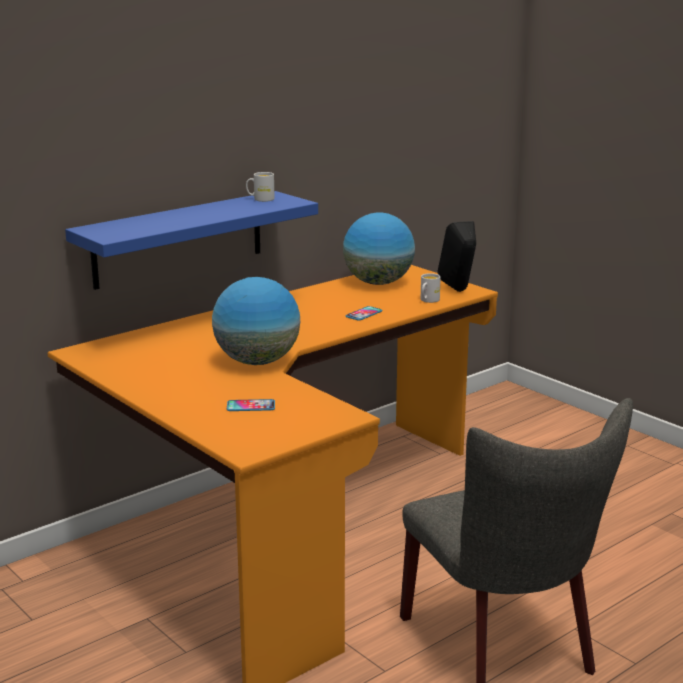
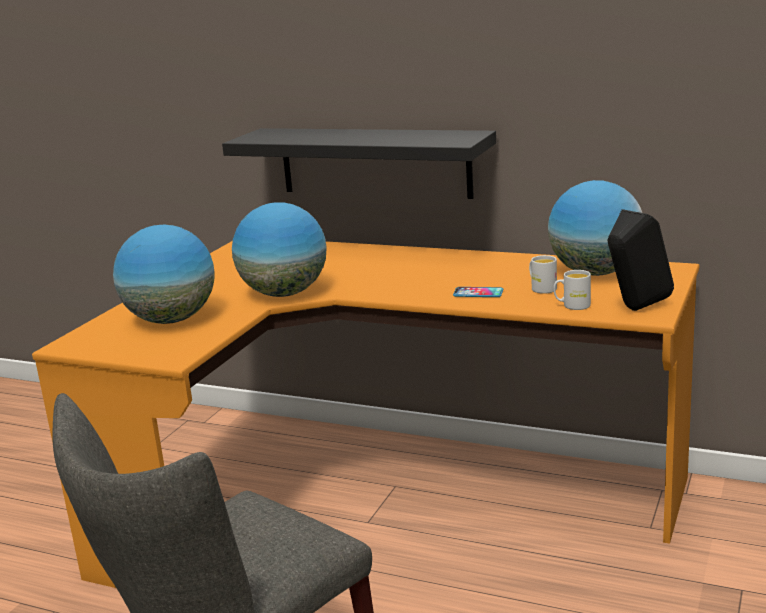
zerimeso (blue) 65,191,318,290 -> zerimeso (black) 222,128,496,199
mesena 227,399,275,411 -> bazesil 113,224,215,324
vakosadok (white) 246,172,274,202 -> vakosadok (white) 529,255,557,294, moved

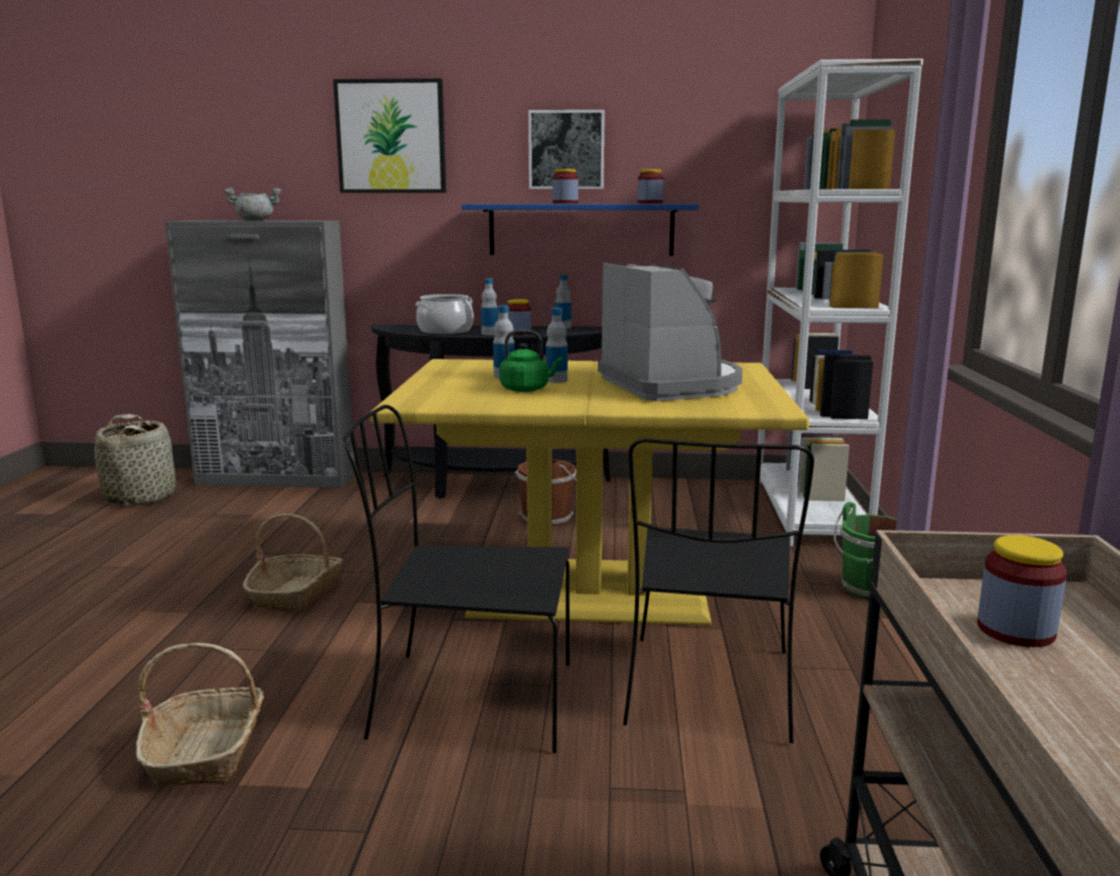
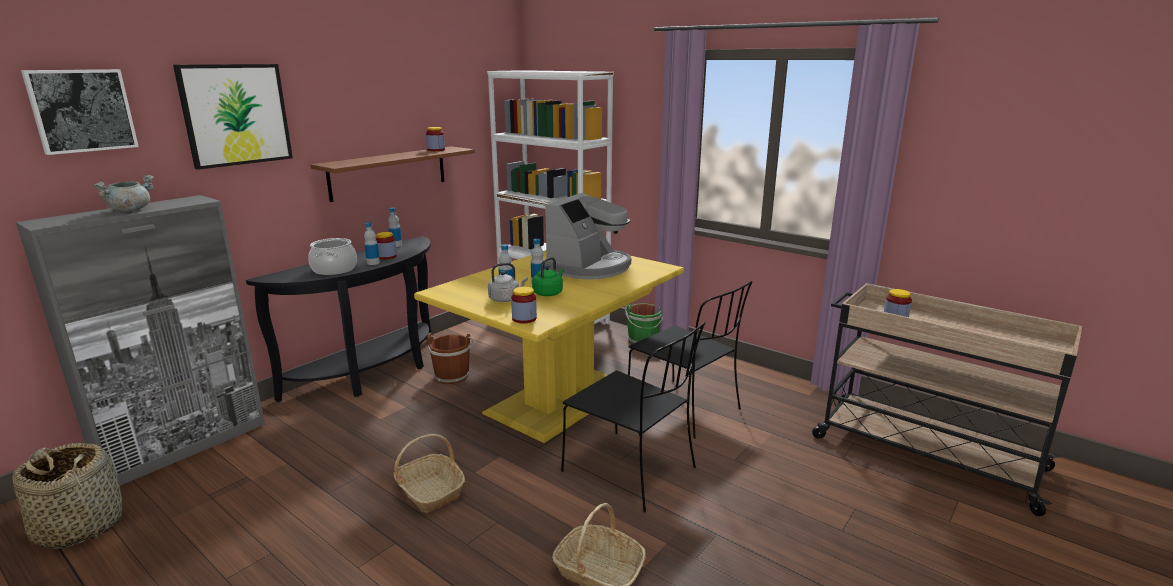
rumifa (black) 342,405,570,753 -> rumifa (black) 561,322,706,513, 90 degrees counterclockwise
zerimeso (blue) 462,204,699,256 -> zerimeso (brown) 310,146,475,202
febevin 528,110,605,189 -> febevin 21,69,139,155, moved
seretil 553,169,578,204 -> seretil 511,287,537,324, moved
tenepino 598,263,742,401 -> tenepino 545,193,631,280, 105 degrees clockwise
none -> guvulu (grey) 488,263,528,302

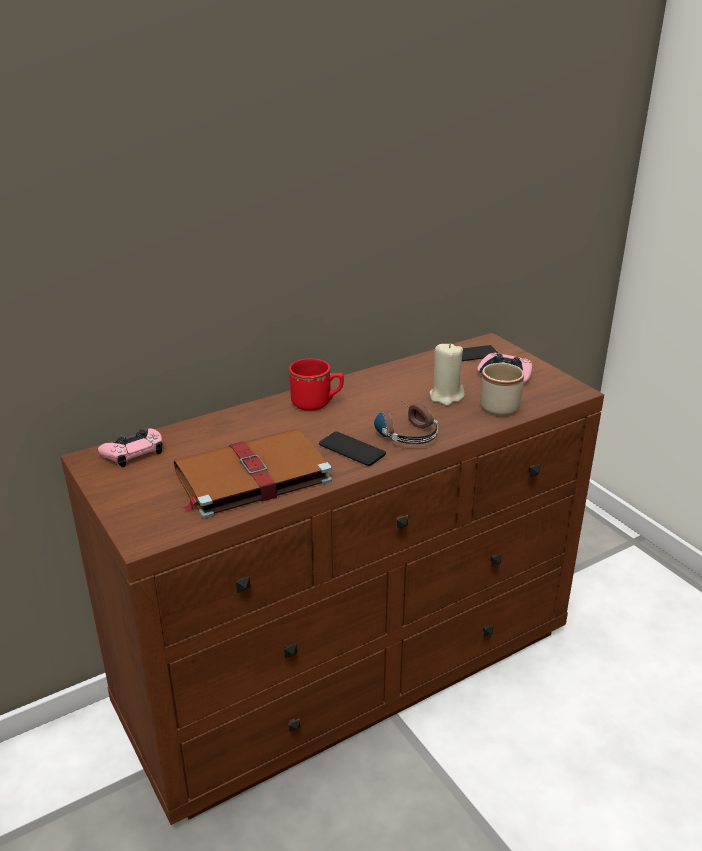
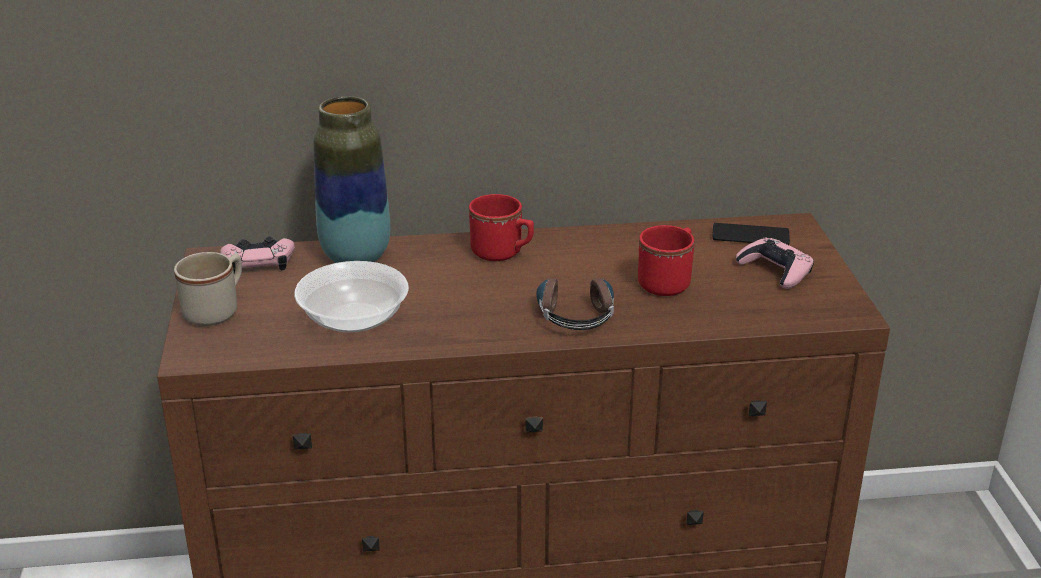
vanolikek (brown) 174,429,332,519 -> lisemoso 294,261,409,332
mesena 319,431,386,466 -> none
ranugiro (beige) 429,343,465,406 -> vakosadok (red) 638,225,694,296
vakosadok (beige) 480,362,524,416 -> vakosadok (beige) 174,252,242,326, moved
none -> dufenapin 313,96,390,263

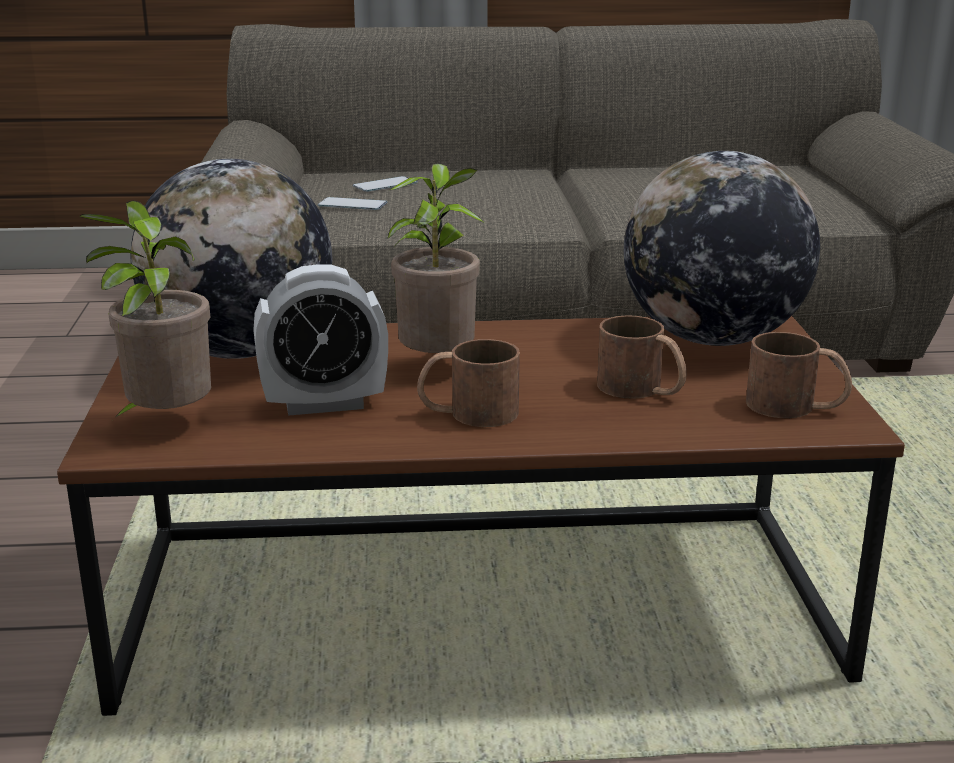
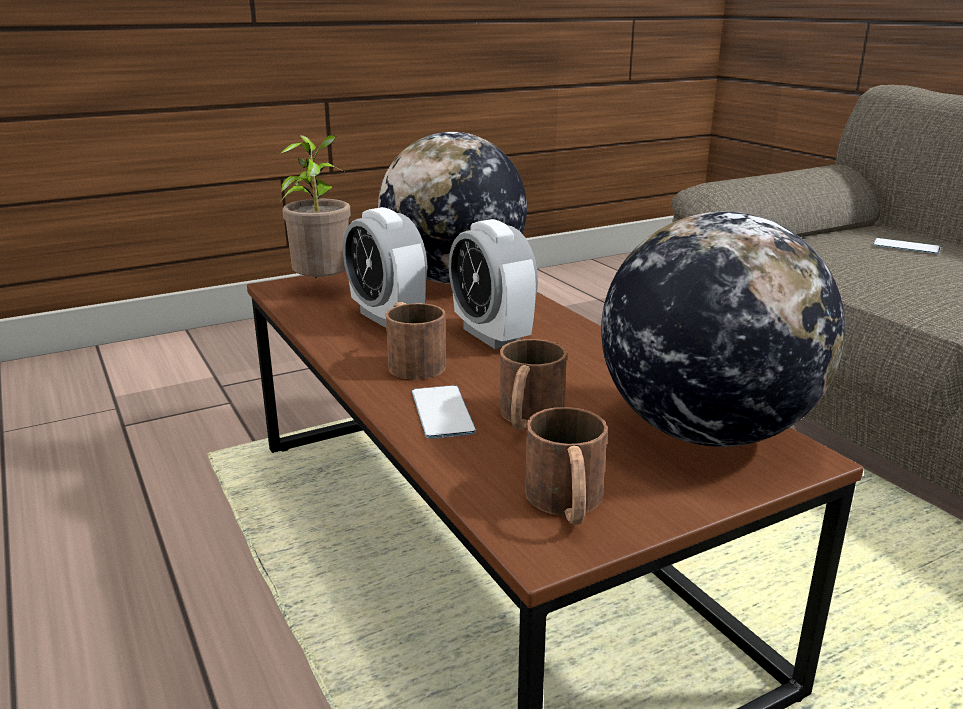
mesena 318,197,387,210 -> mesena 412,385,476,439, moved
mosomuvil 388,163,483,353 -> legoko 449,219,538,349

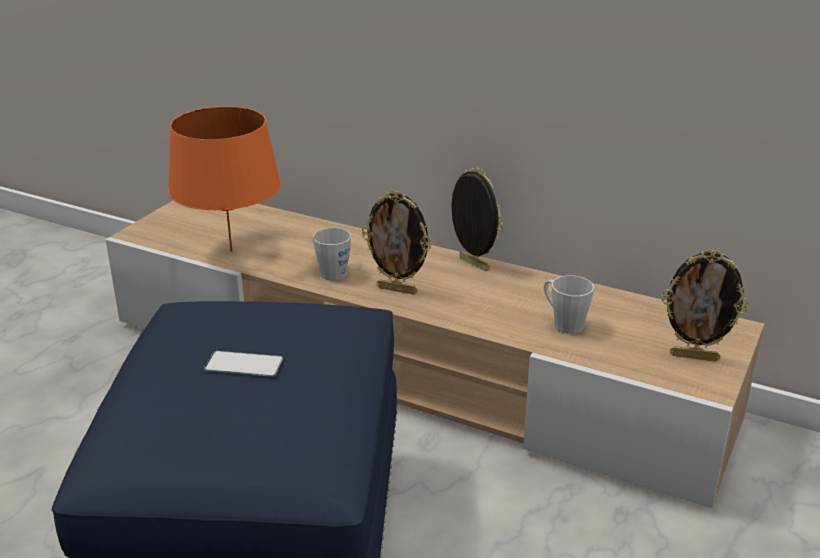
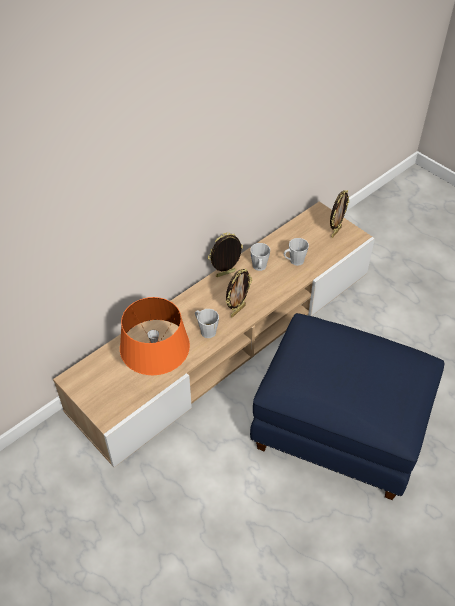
mesena 204,351,283,377 -> none
none -> vakosadok (grey) 250,243,270,271

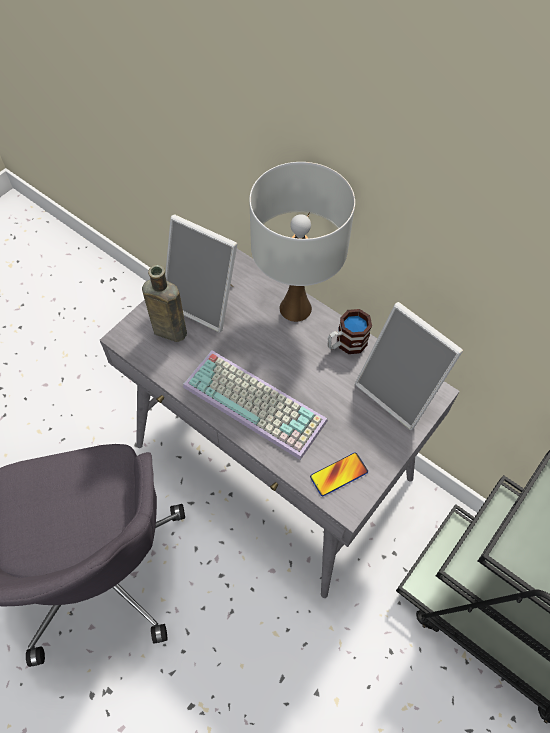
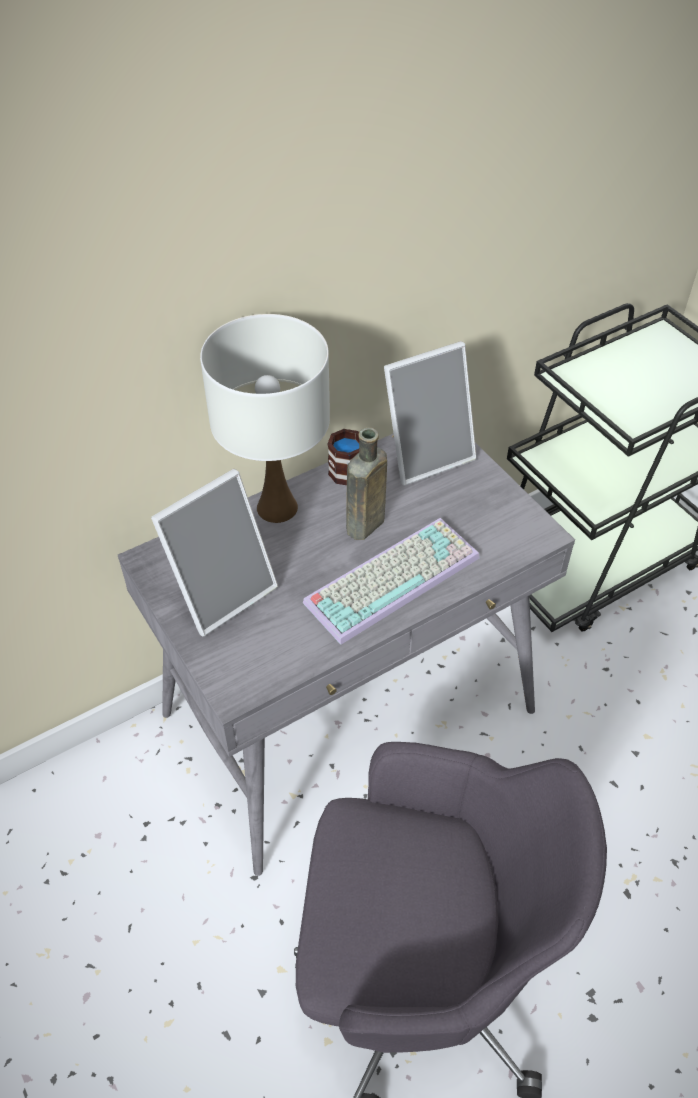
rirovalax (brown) 142,265,187,342 -> rirovalax (brown) 346,427,387,540, moved
mesena 310,452,368,496 -> none

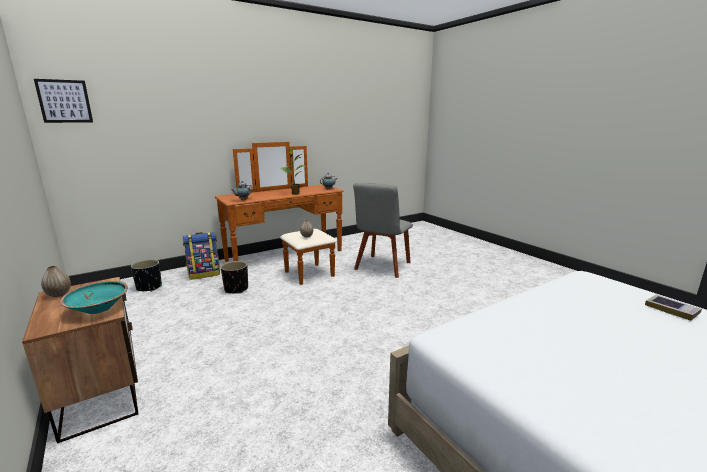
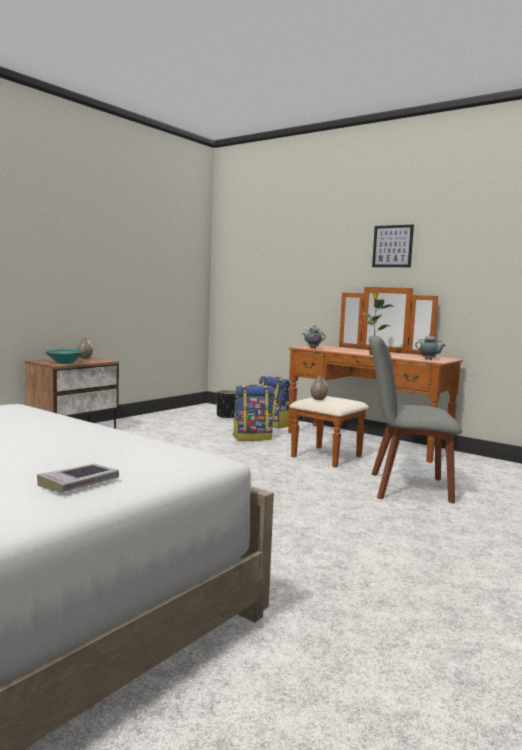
febevin 34,79,93,123 -> febevin 372,225,414,267, moved
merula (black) 221,261,248,294 -> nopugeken 233,385,274,441

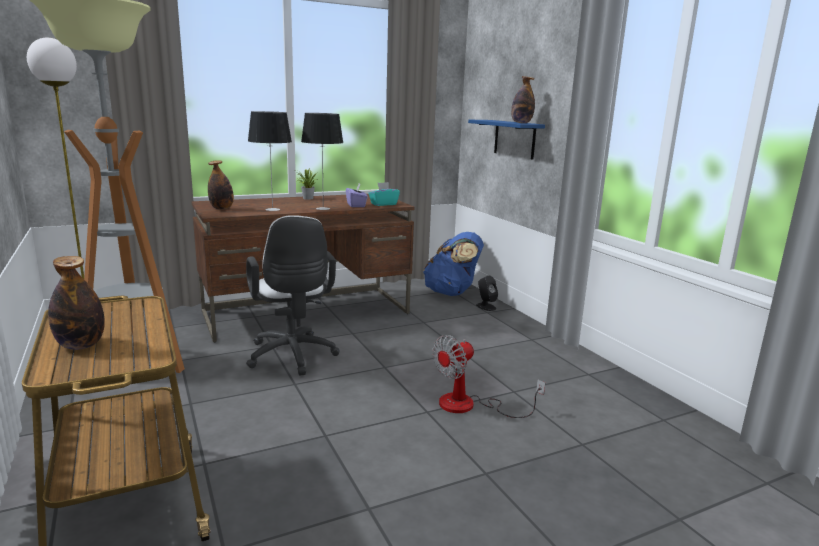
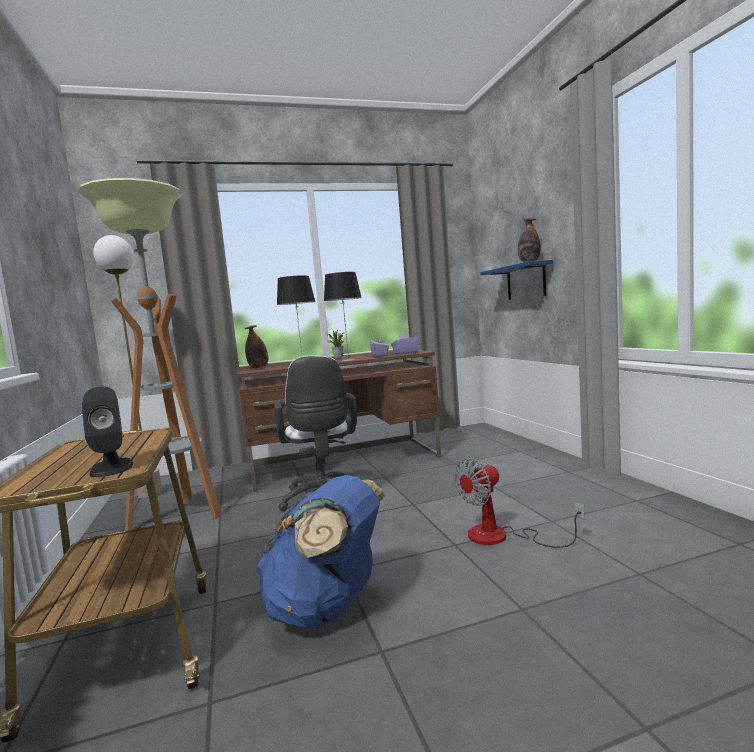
rirovalax 48,256,105,350 -> none
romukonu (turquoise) 368,182,400,206 -> romukonu (purple) 391,333,420,354
nopugeken (blue) 423,232,484,296 -> nopugeken (blue) 256,475,385,627, moved
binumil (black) 476,276,498,311 -> binumil (black) 81,387,133,477, moved

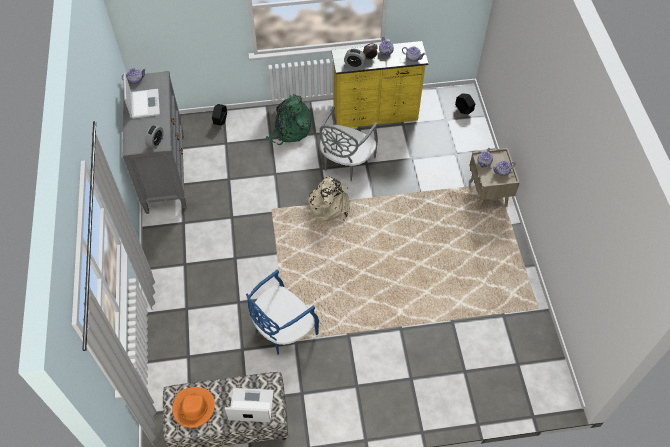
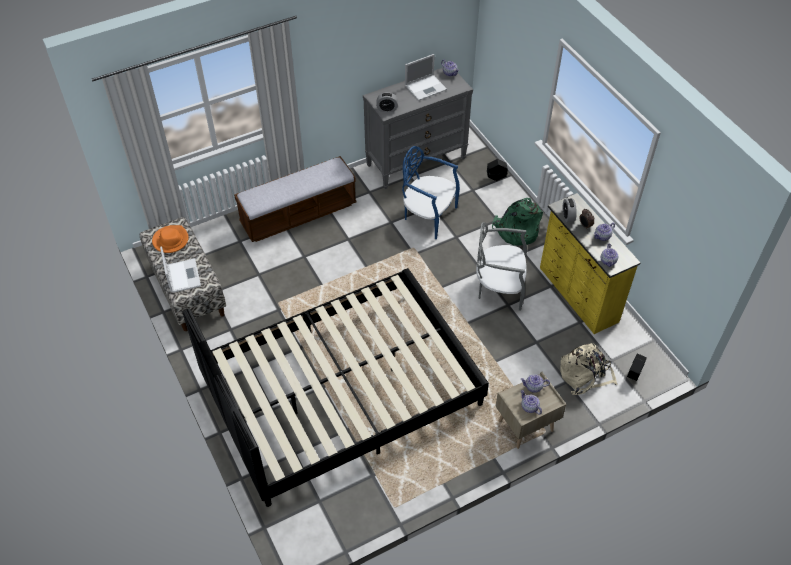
rumifa (blue) 246,269,319,355 -> rumifa (blue) 402,146,460,239, moved
nopugeken (beige) 306,177,350,221 -> nopugeken (beige) 560,343,618,395, moved
none -> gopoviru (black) 182,268,489,507
none -> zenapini 234,156,357,242

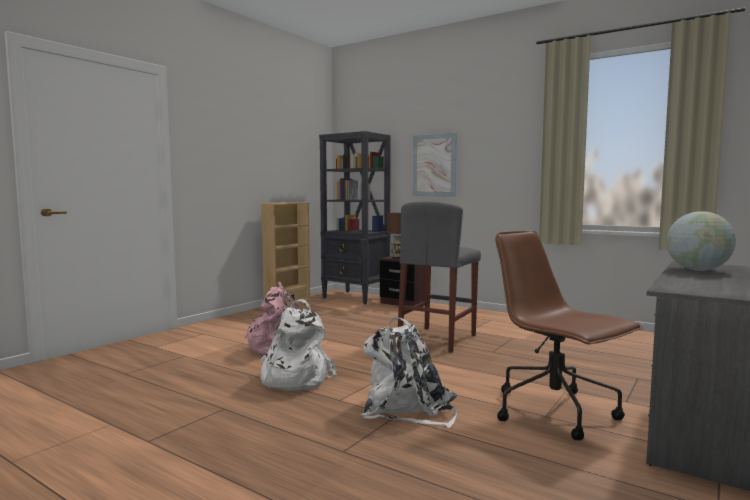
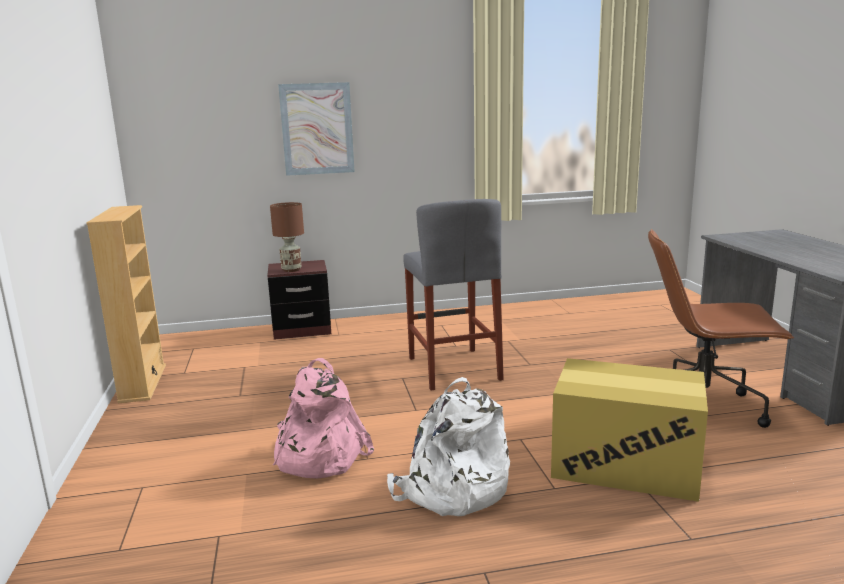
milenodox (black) 319,131,391,304 -> none
nopugeken (white) 360,317,457,428 -> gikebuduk 551,358,708,502
bazesil 666,211,736,271 -> none

